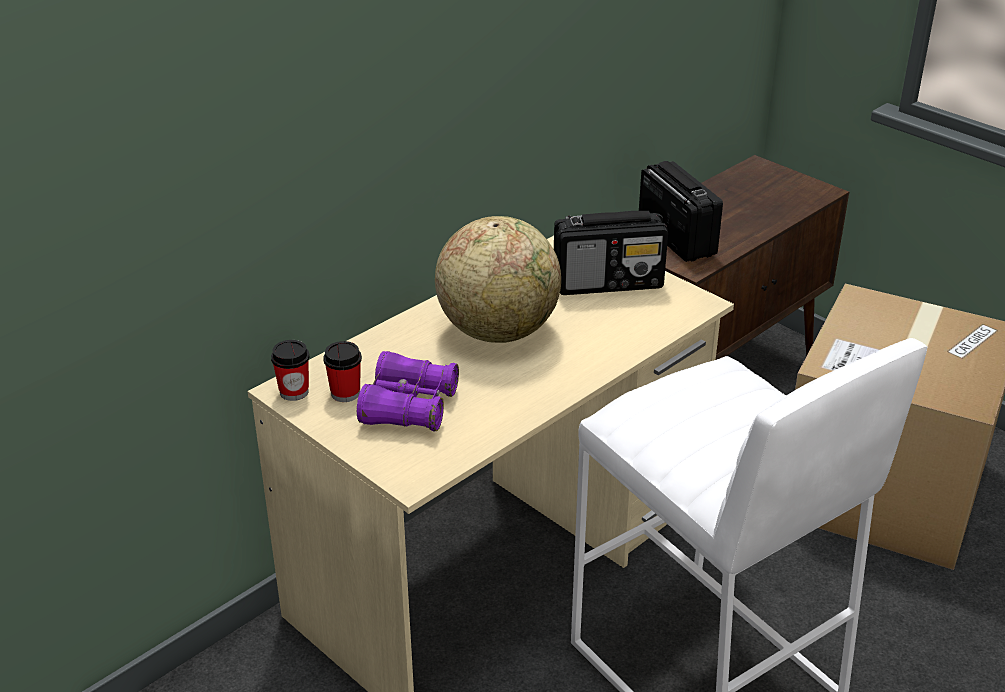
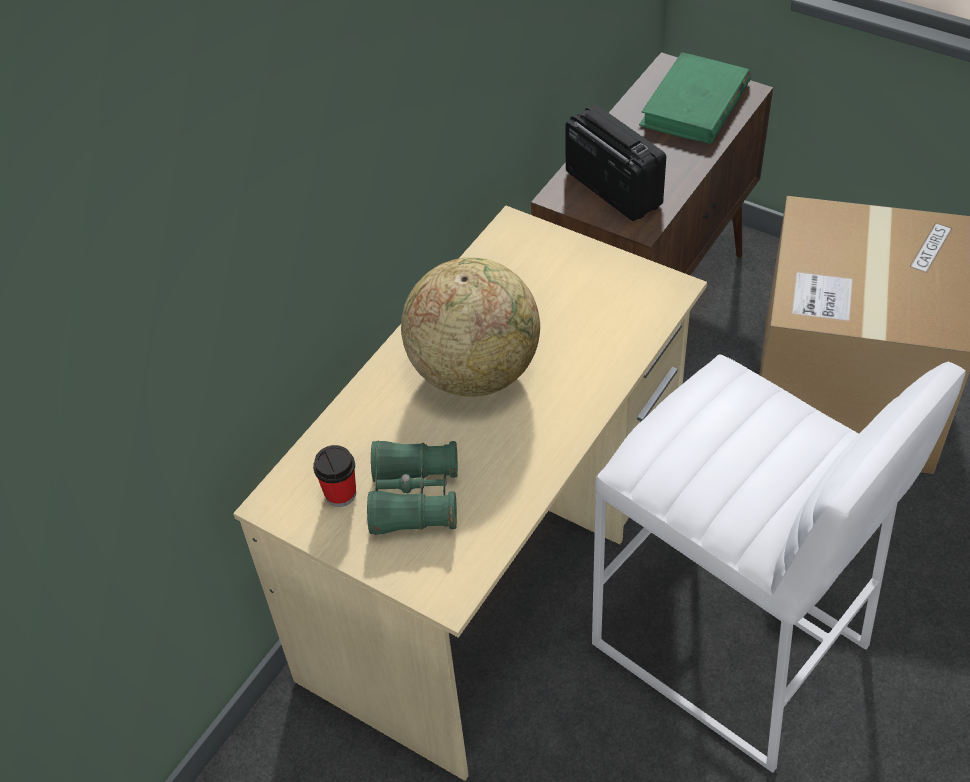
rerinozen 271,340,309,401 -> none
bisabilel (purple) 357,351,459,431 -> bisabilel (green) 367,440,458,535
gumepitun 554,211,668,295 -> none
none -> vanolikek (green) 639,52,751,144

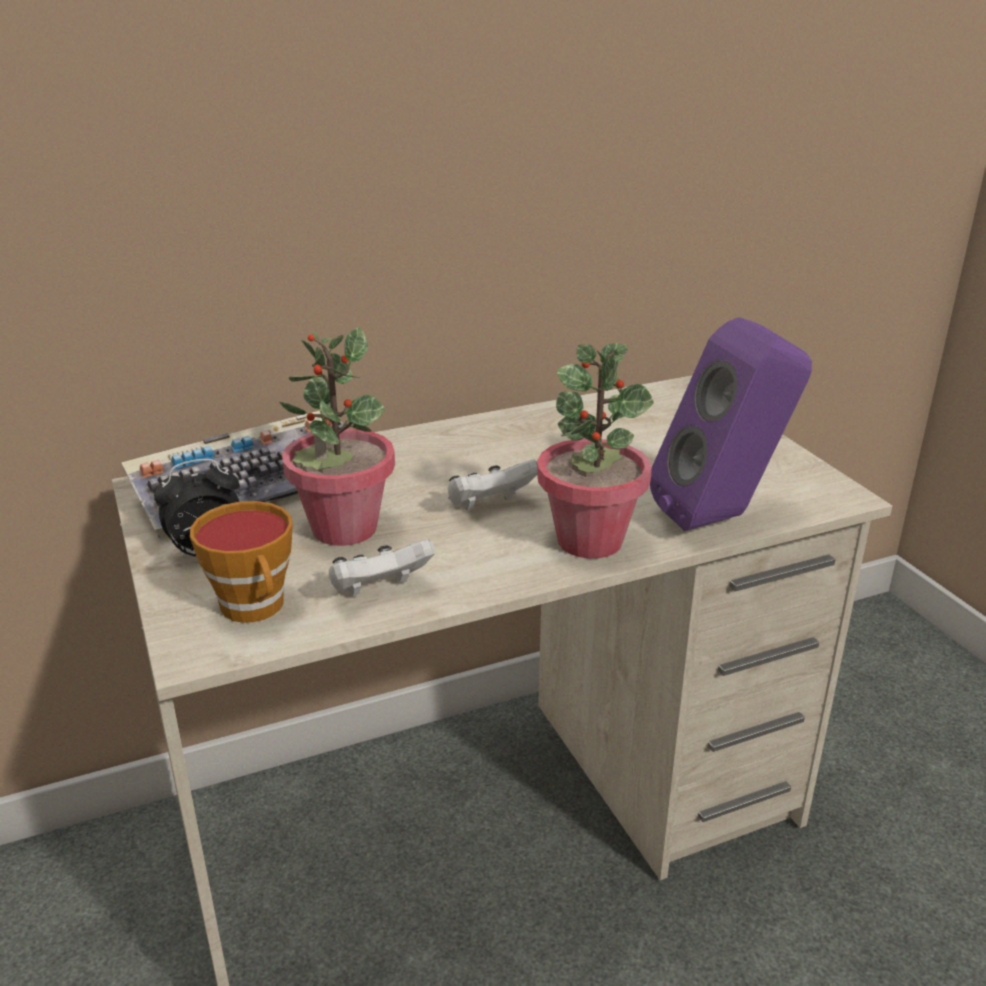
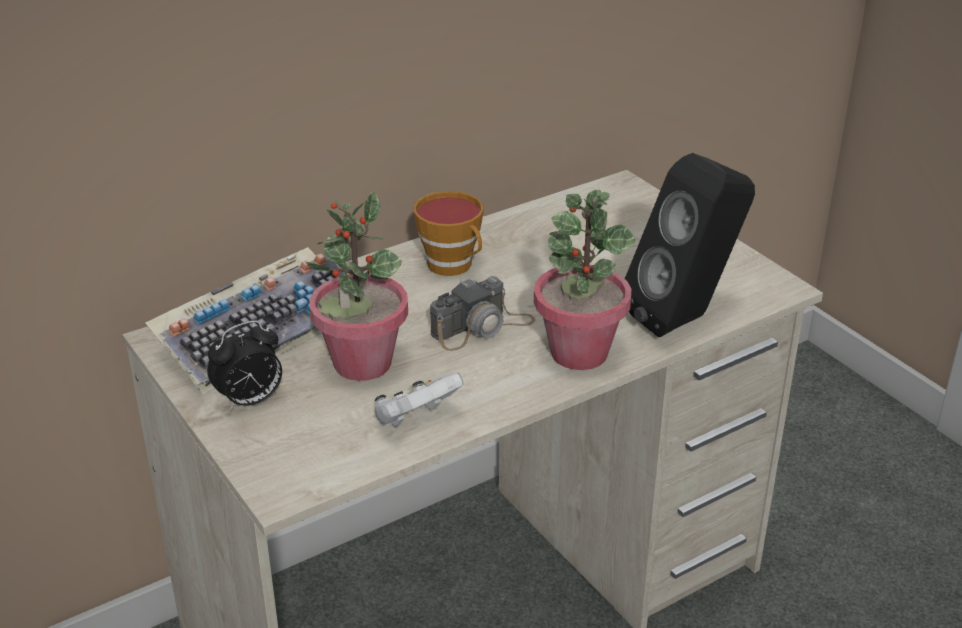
rerinozen 190,501,293,623 -> rerinozen 413,191,484,276, moved
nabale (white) 448,459,537,510 -> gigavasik 430,276,535,351
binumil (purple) 650,317,812,531 -> binumil (black) 625,153,755,337

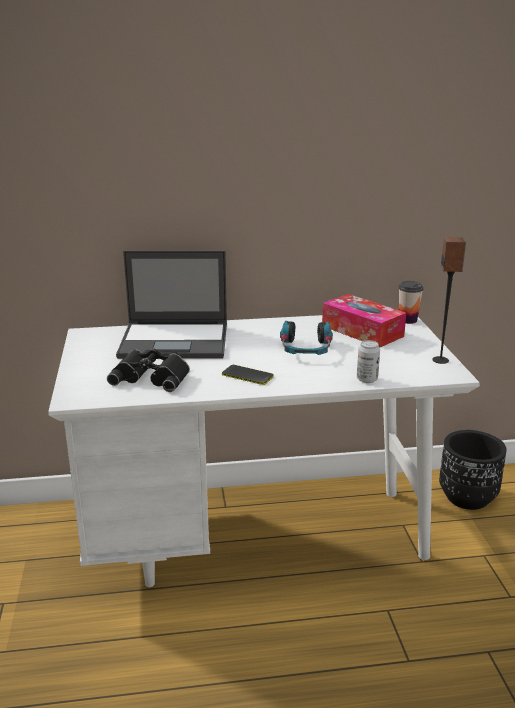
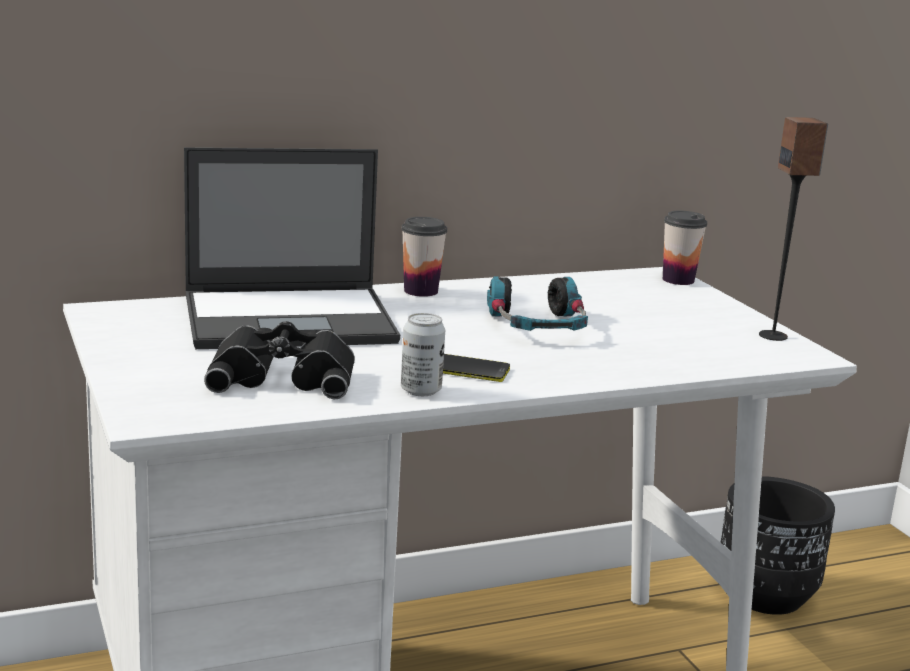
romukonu 322,294,406,348 -> none
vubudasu 357,340,380,383 -> vubudasu 401,313,445,396, moved
none -> rerinozen 401,217,447,297

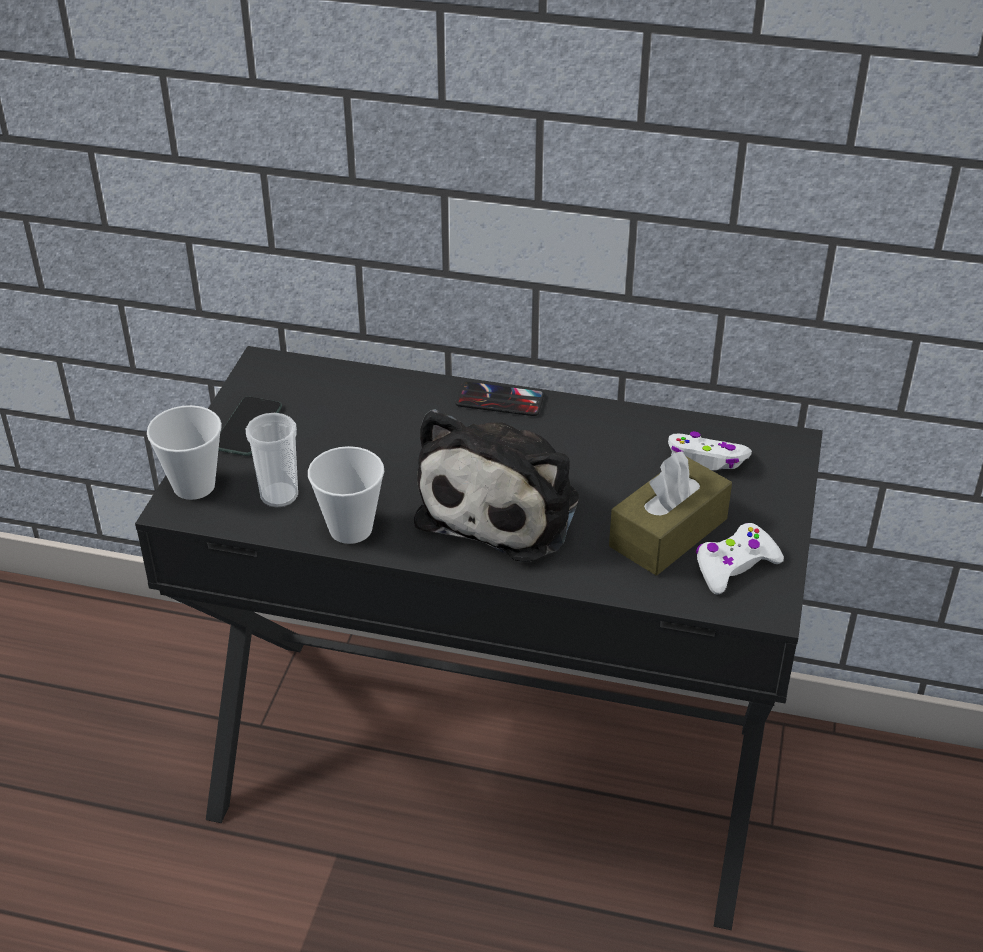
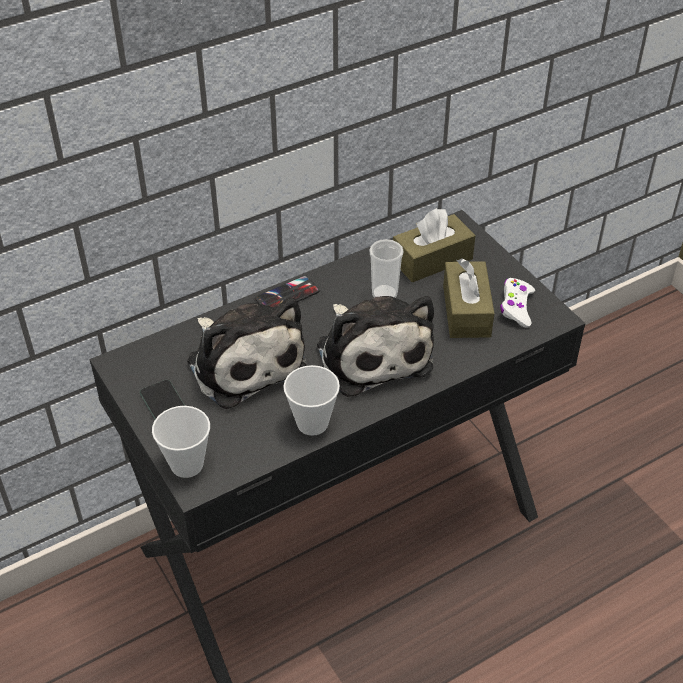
rerinozen 246,413,298,508 -> rerinozen 369,239,404,298, moved
nabale (white) 668,431,752,470 -> romukonu (brown) 393,208,476,282
none -> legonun 187,298,307,409

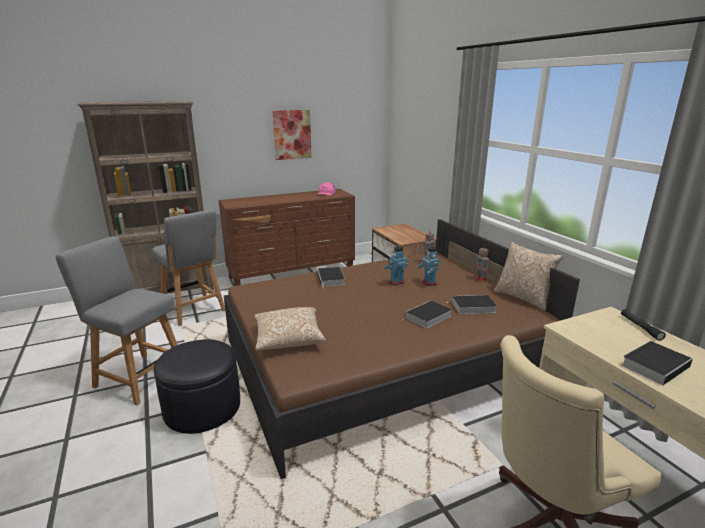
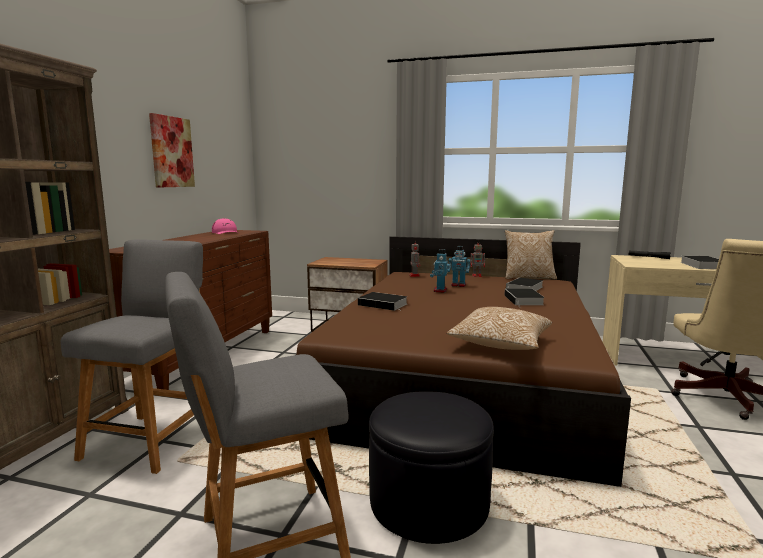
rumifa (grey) 152,210,225,326 -> rumifa (grey) 61,239,203,474, 75 degrees counterclockwise

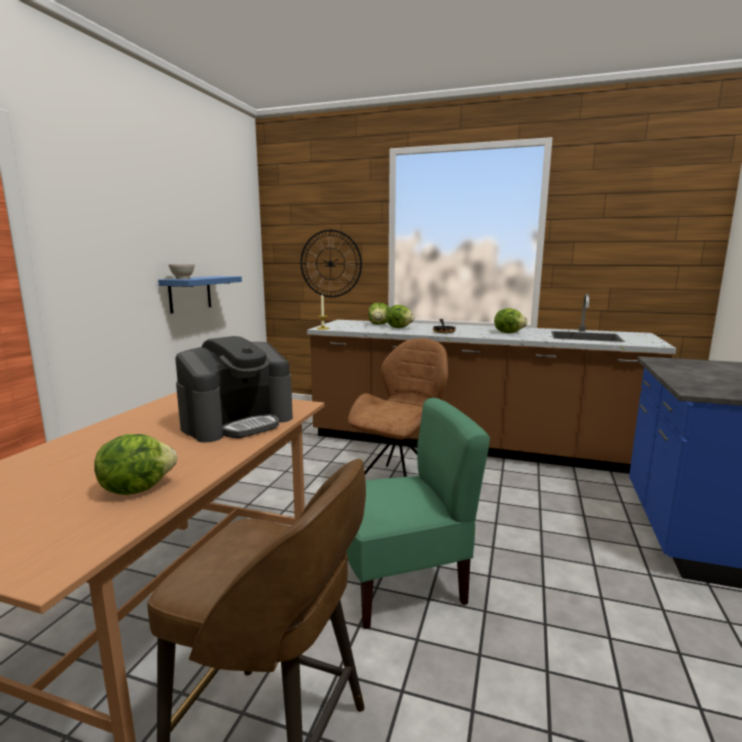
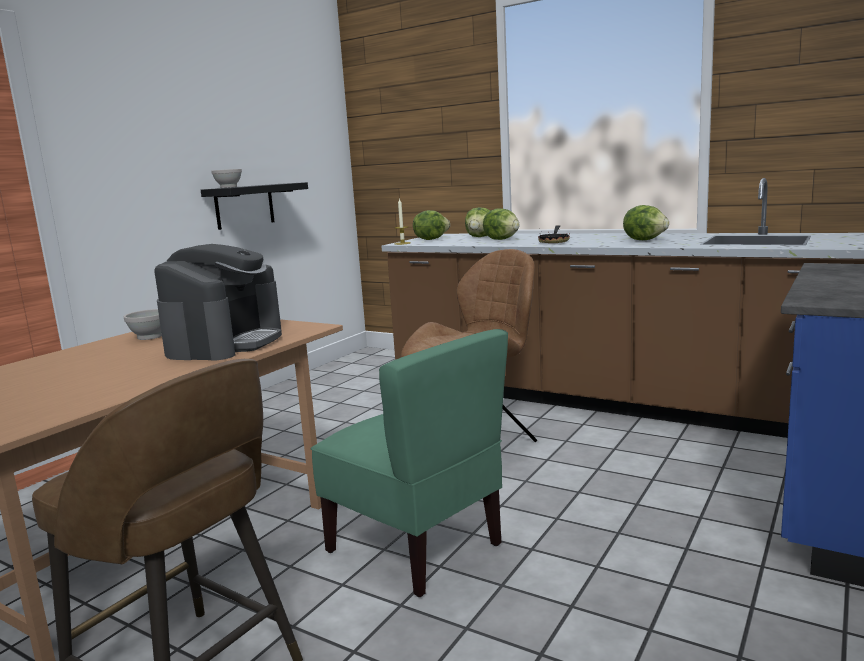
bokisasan 94,434,177,495 -> bokisasan 413,210,450,240, moved
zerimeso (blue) 158,276,242,313 -> zerimeso (black) 201,182,308,230
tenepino 175,336,293,443 -> tenepino 154,244,282,361, 45 degrees counterclockwise
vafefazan 300,230,362,297 -> none
rumifa (green) 347,398,490,629 -> rumifa (green) 311,329,508,597, 45 degrees clockwise
none -> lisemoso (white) 124,309,162,340

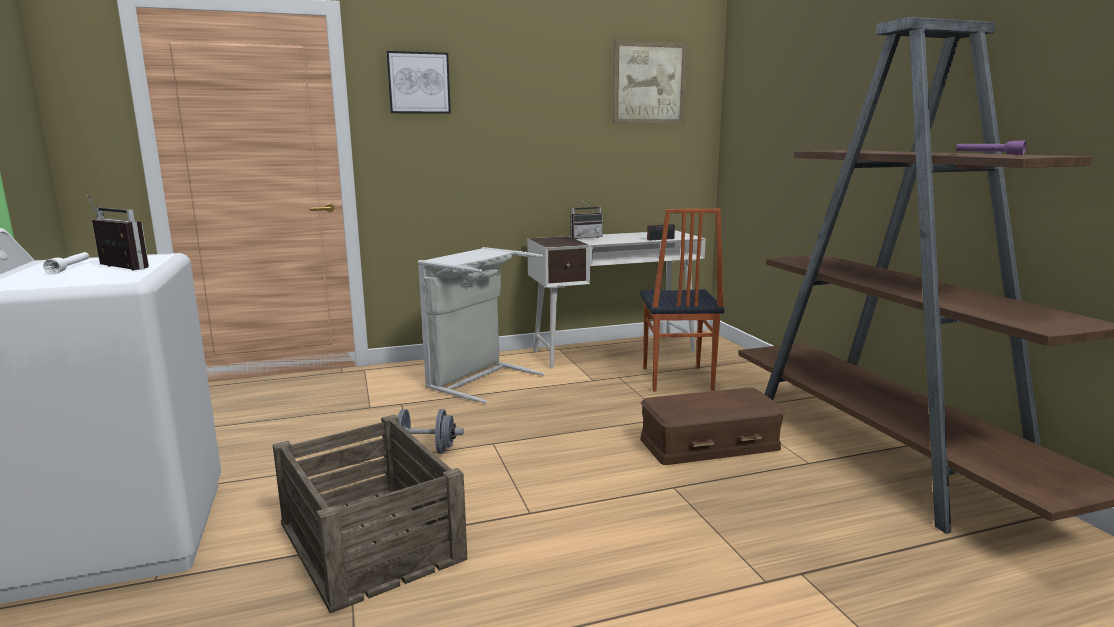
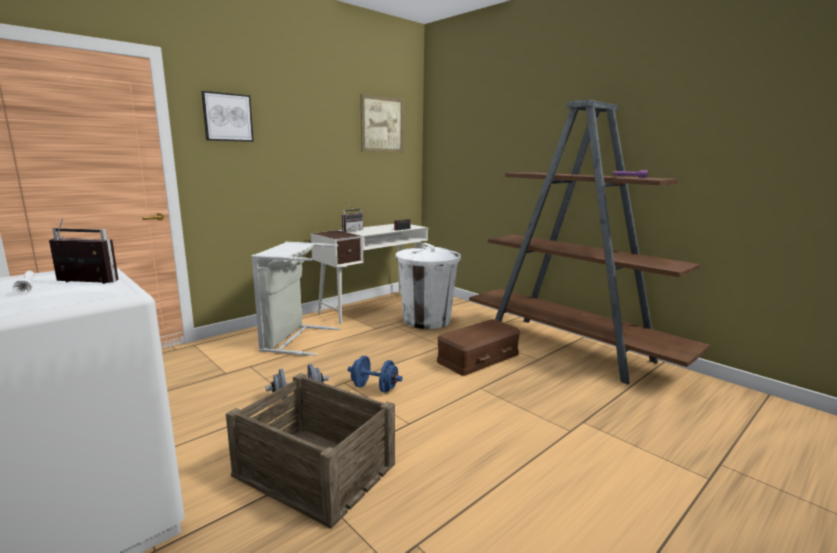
rumifa 640,209,725,392 -> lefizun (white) 395,243,461,329
none -> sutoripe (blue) 348,356,403,393

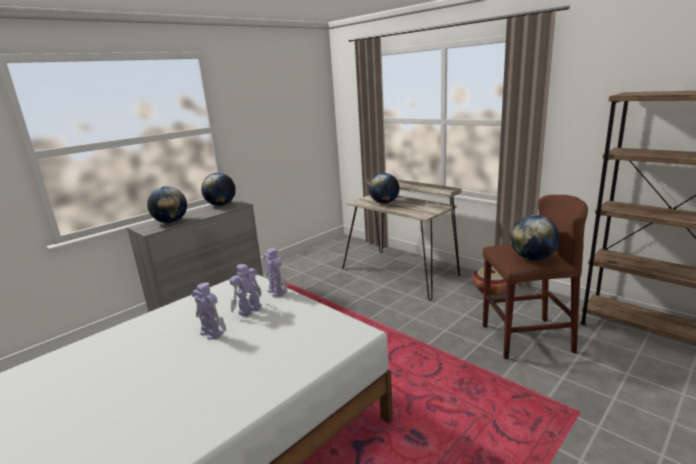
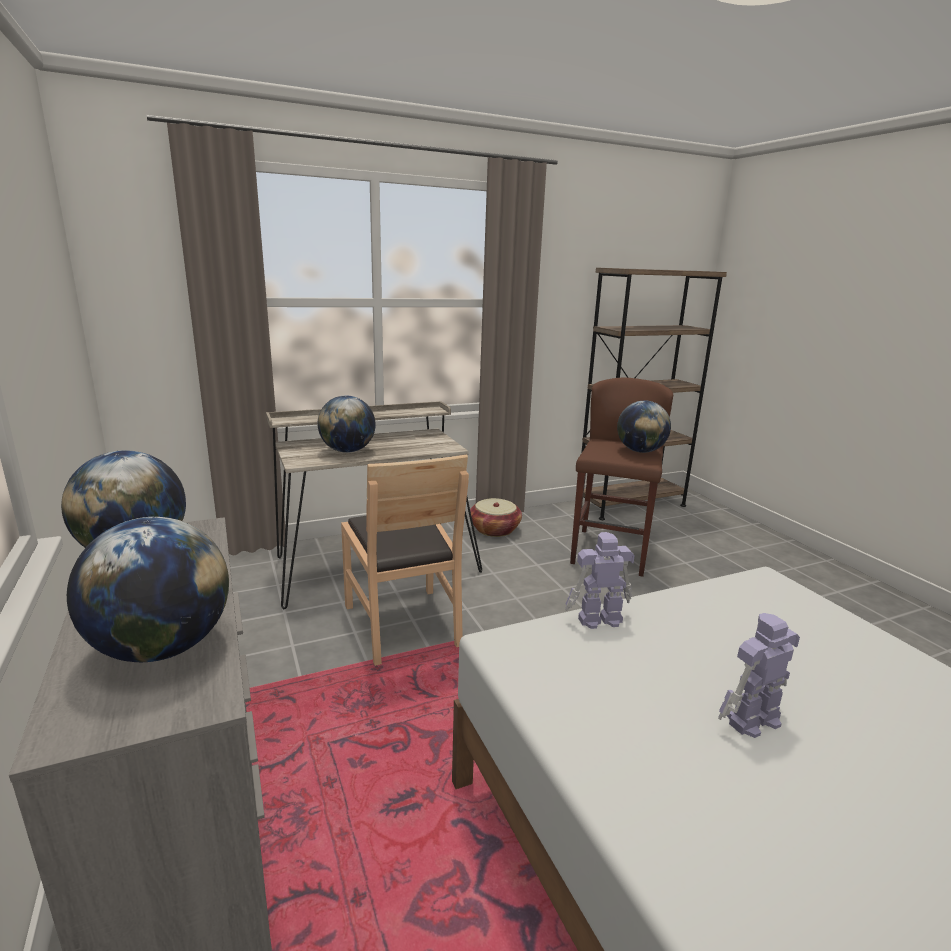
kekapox 230,264,262,316 -> none
none -> rumifa (brown) 341,454,469,666

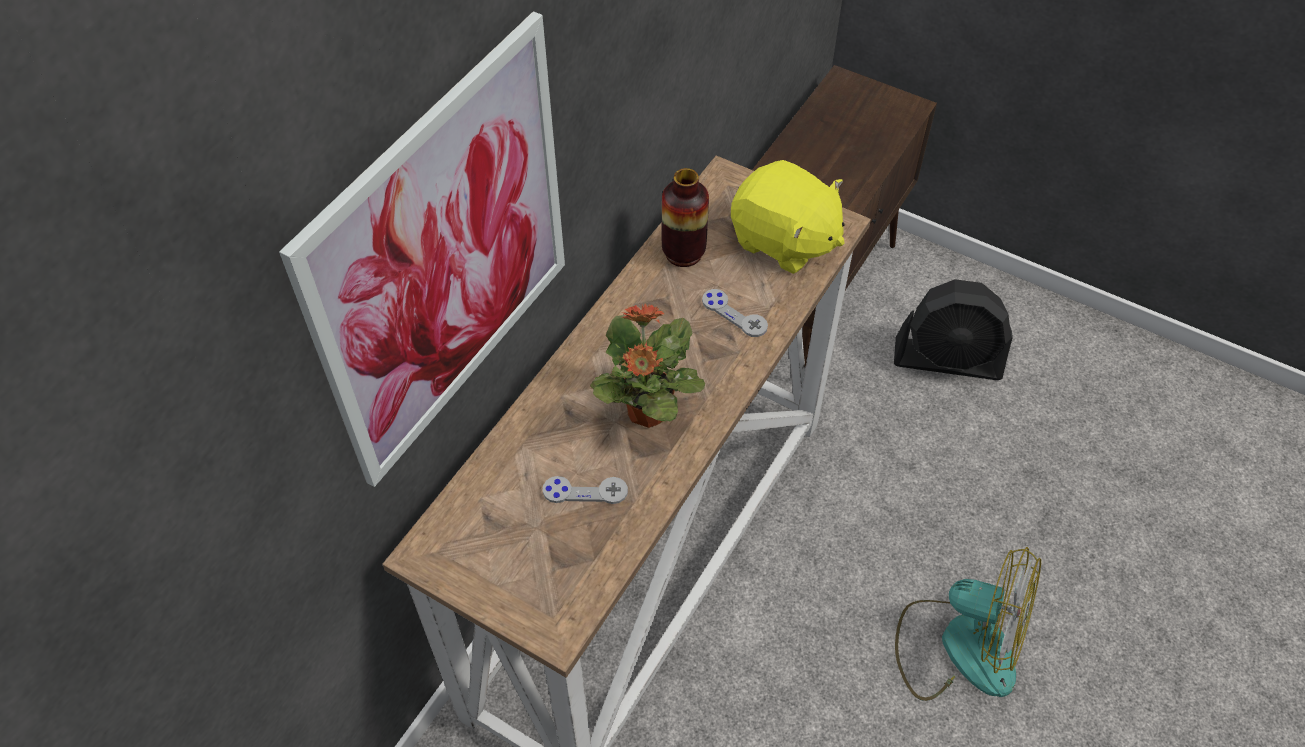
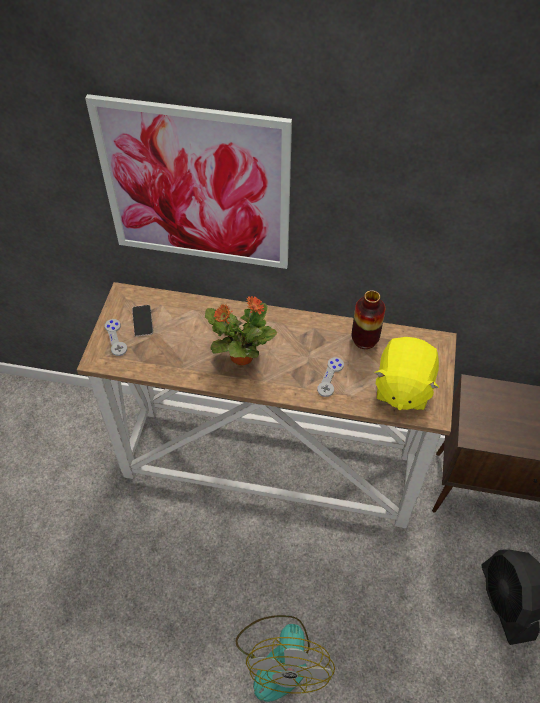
nabale (grey) 543,476,628,504 -> nabale (grey) 105,319,127,356, moved
none -> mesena 132,305,153,337

